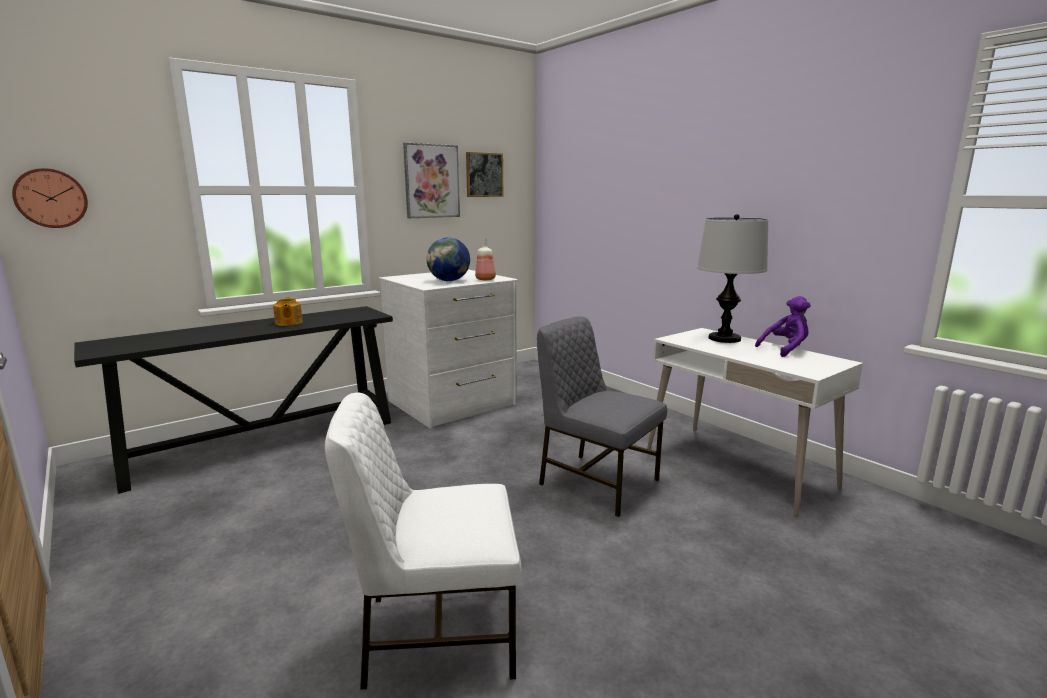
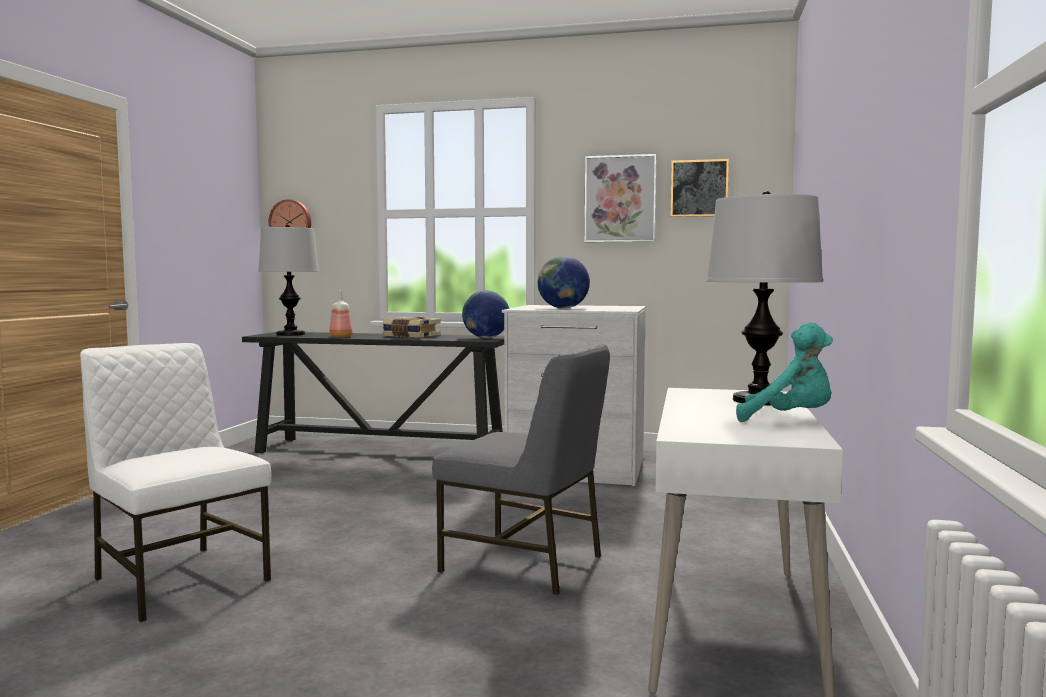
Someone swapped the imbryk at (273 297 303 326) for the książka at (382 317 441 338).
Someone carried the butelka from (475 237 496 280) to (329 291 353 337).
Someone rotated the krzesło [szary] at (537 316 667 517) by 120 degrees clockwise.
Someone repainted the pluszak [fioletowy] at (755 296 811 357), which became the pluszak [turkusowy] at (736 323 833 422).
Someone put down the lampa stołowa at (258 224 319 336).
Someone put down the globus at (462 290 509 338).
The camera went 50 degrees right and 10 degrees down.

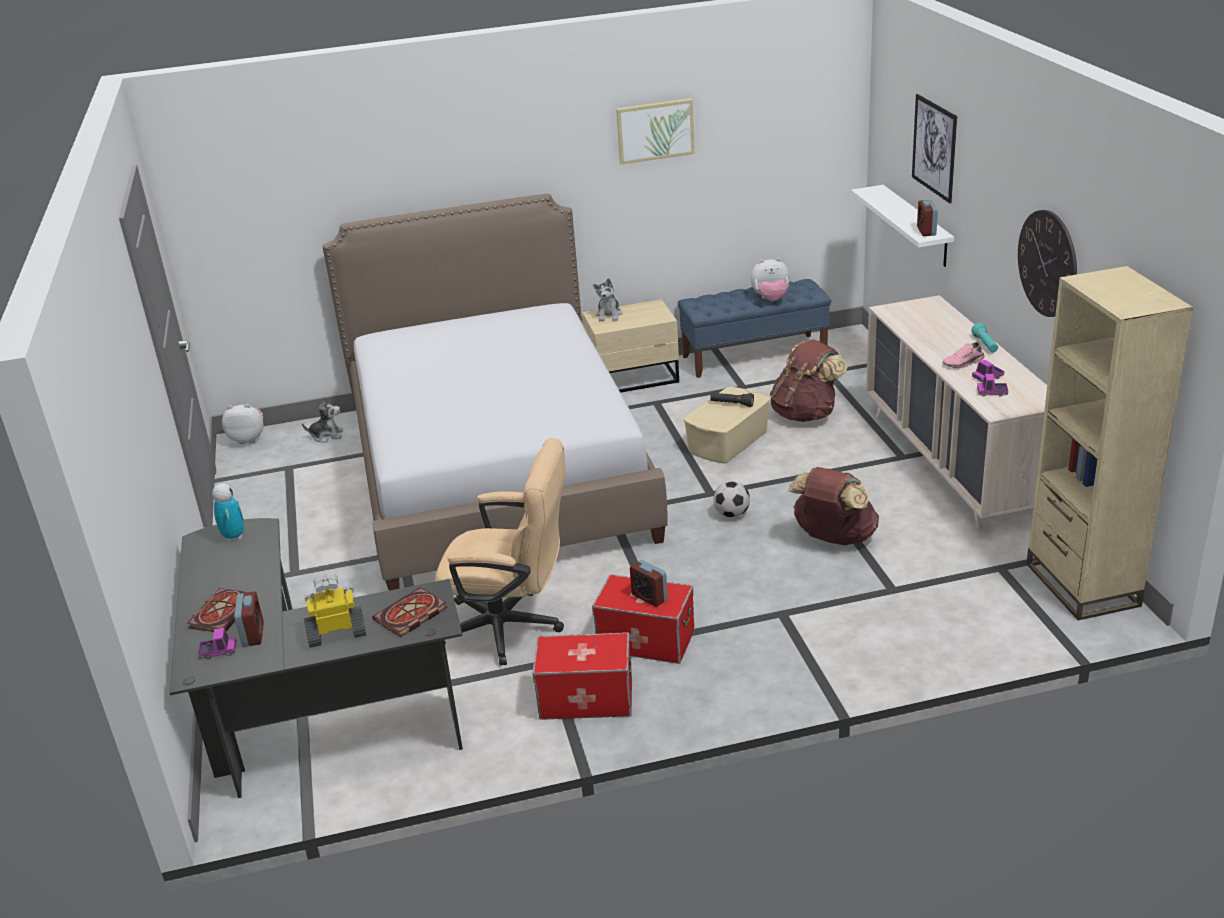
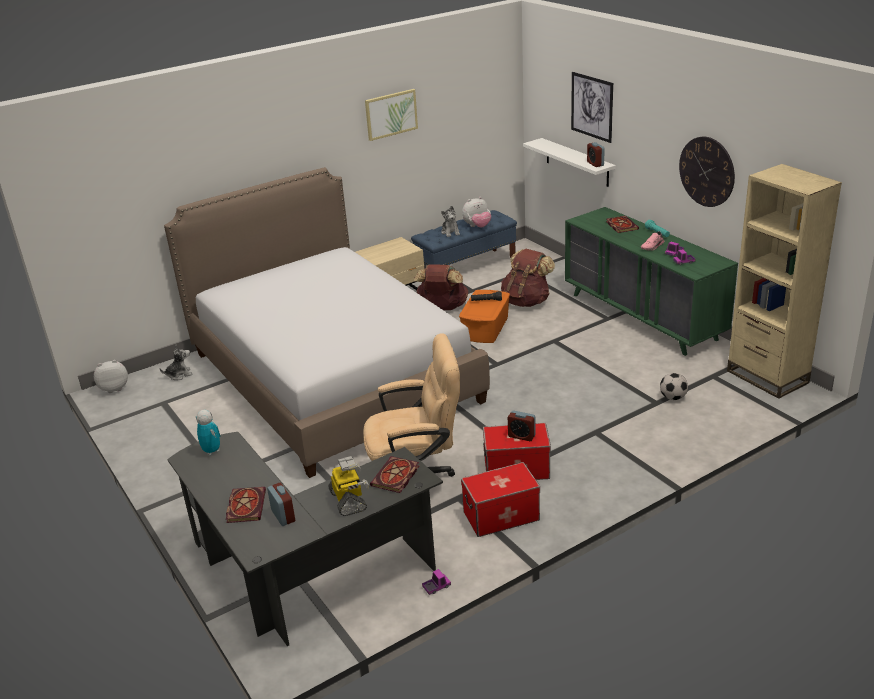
Someone carried the ciężarówka zabawkowa from (198 628 236 659) to (422 569 451 595).
Someone rotated the robot zabawkowy at (304 574 367 648) by 105 degrees clockwise.
Someone carried the pluszak from (593 278 622 321) to (441 206 460 237).
Someone repainted the pojemnik do przechowywania [beżowy] at (684 387 770 463), which became the pojemnik do przechowywania [pomarańczowy] at (459 290 510 343).
Someone carried the piłka futbolowa from (714 481 750 518) to (660 373 688 400).
Someone carried the plecak [brązowy] from (788 467 879 546) to (414 264 468 310).
Someone repainted the komoda [beżowy] at (866 295 1047 530), which became the komoda [zielony] at (565 207 738 356).
Someone put down the książka at (606 216 639 233).
The camera went 20 degrees left and 0 degrees up.

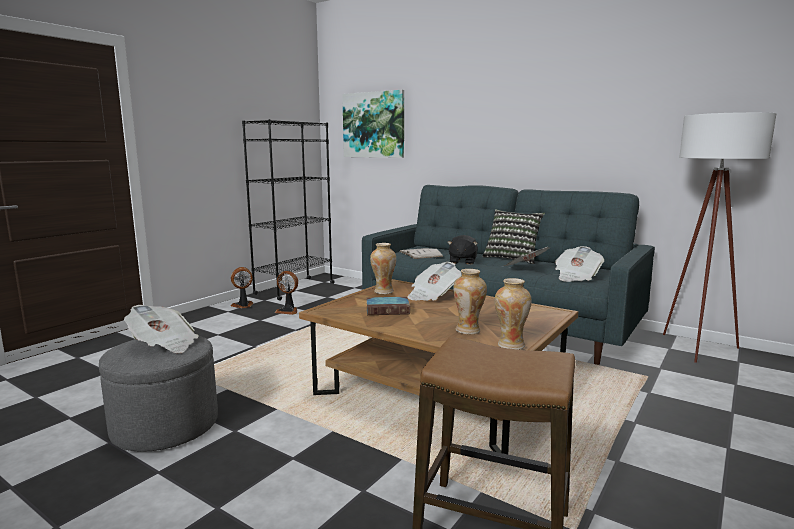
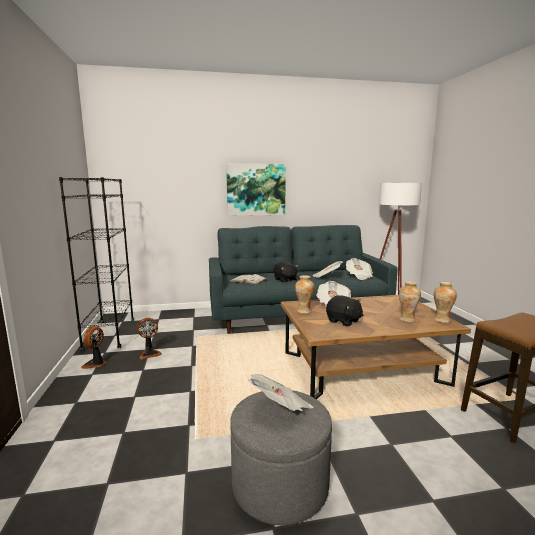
Someone carried the obraz from (342 90 404 158) to (226 163 286 216).
Someone swapped the książka at (367 297 410 315) for the pluszak [czarny] at (326 295 363 326).
Someone took away the poduszka at (482 209 545 264).
The camera went 45 degrees left and 0 degrees up.

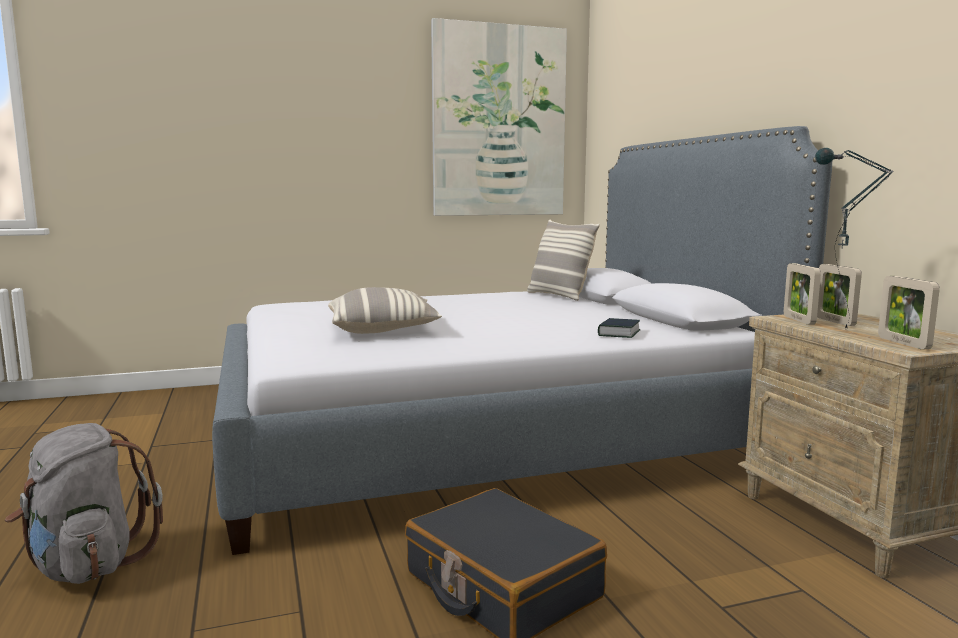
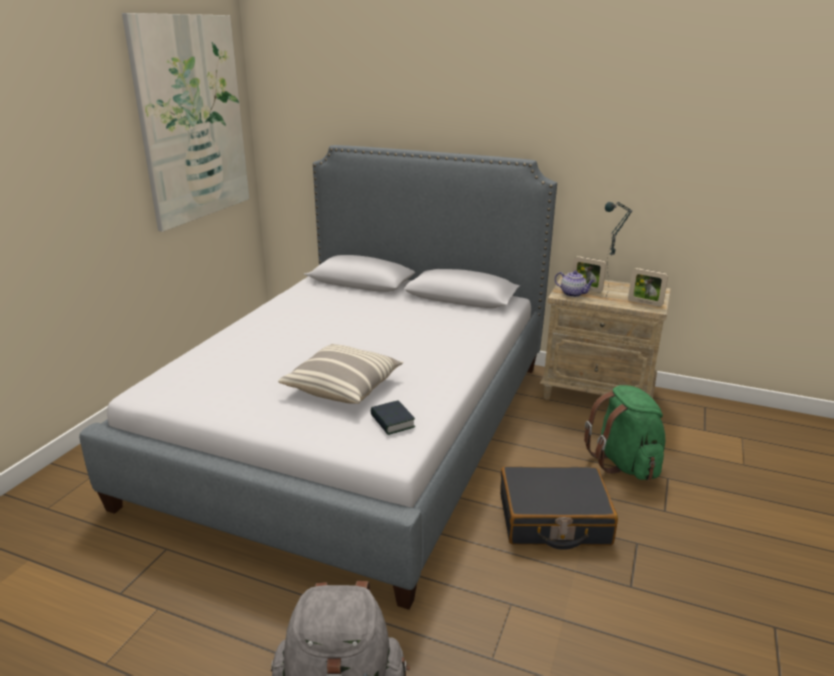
Someone took away the poduszka at (527 220 600 301).
Someone carried the książka from (598 318 640 338) to (371 400 415 435).
Someone swapped the ramka na zdjęcie at (784 263 821 325) for the imbryk at (555 271 595 297).
Someone put down the plecak [zielony] at (584 385 665 480).
The camera went 50 degrees left and 15 degrees up.

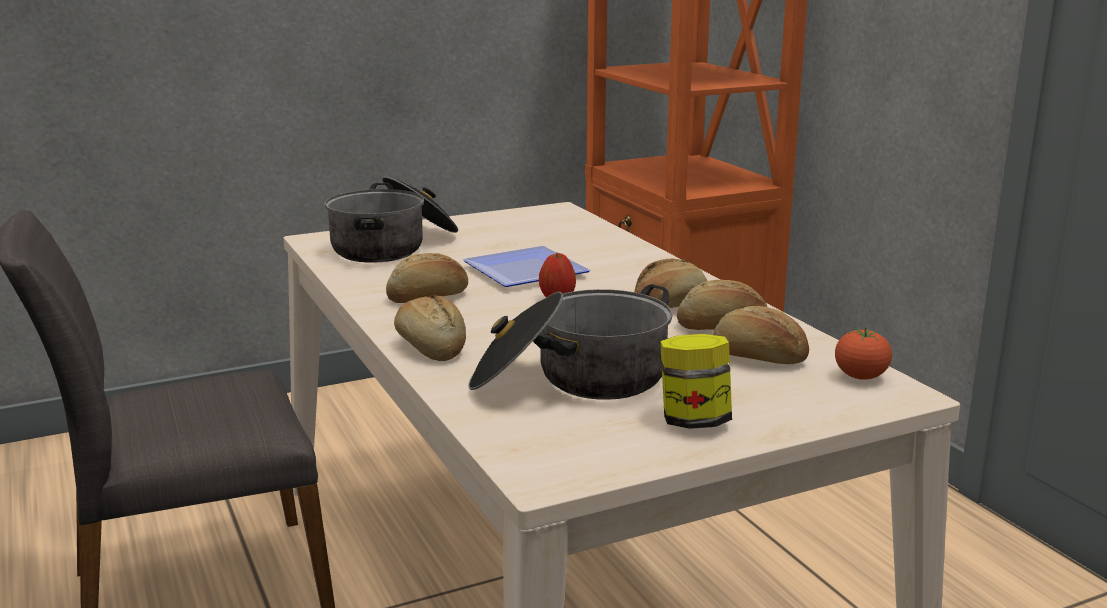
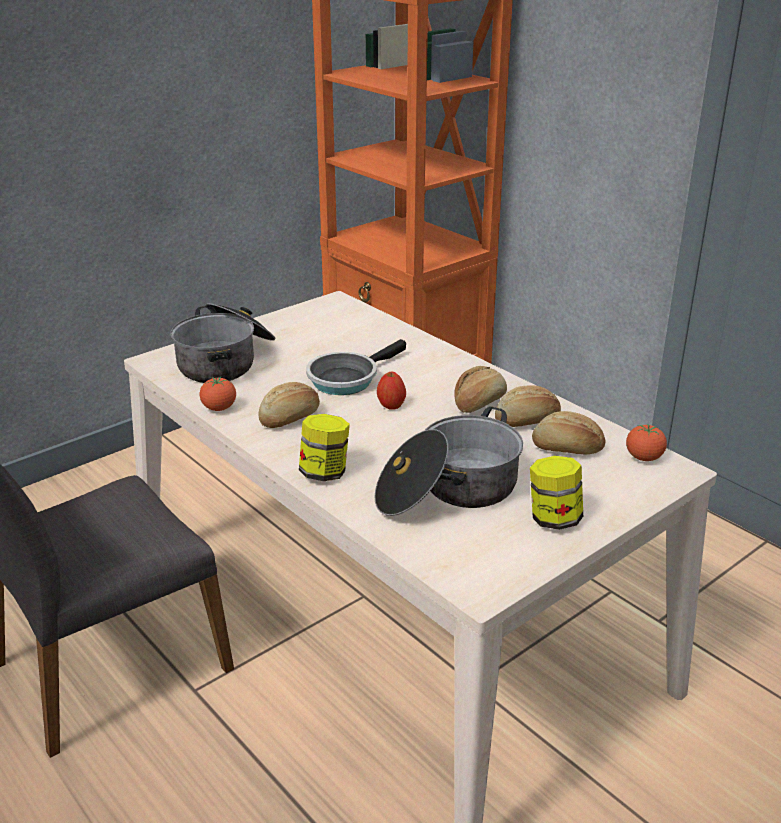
Someone swapped the chleb at (394 294 466 361) for the słoik at (299 414 350 481).
Someone swapped the talerz at (463 246 590 287) for the patelnia at (306 339 406 395).
Someone put down the pomidor at (200 377 236 411).
The camera went 15 degrees left and 10 degrees up.

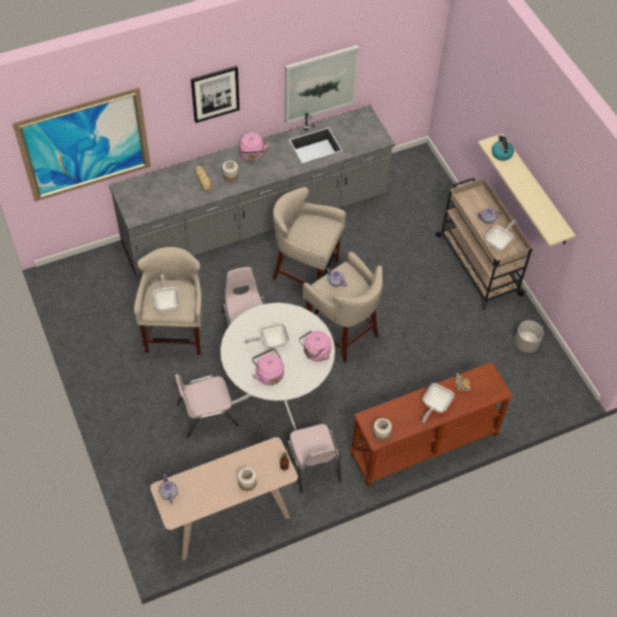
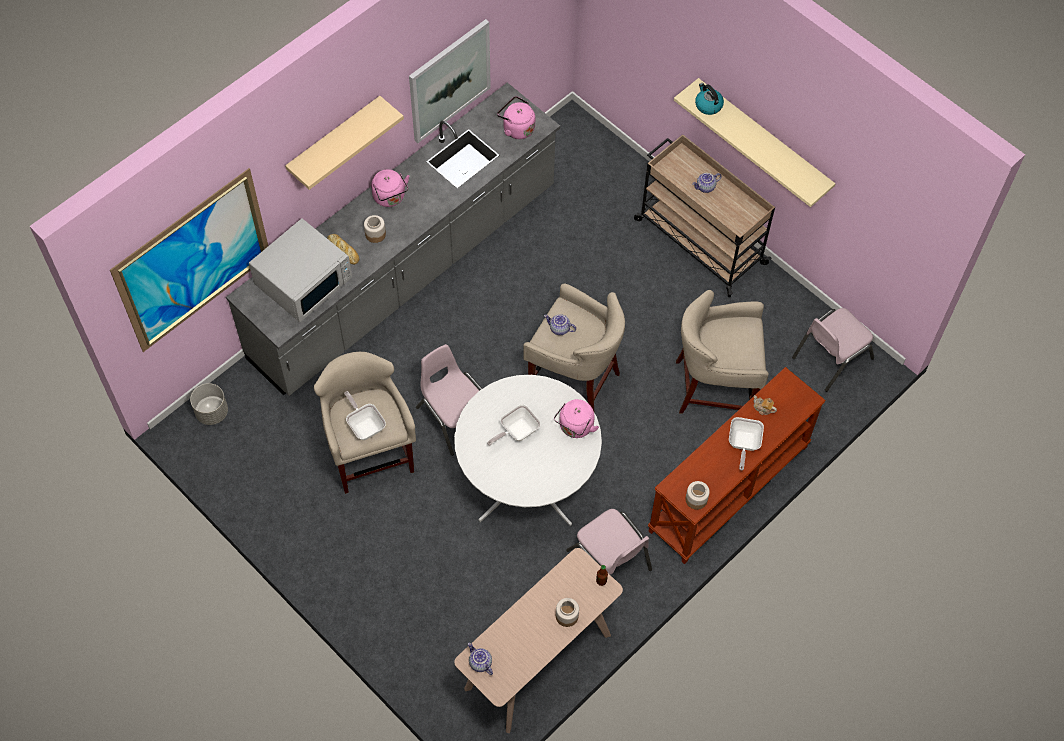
Someone carried the krzesło [różowy] from (175 374 239 438) to (792 308 874 392).
Someone swapped the obraz at (191 66 240 123) for the półka [beżowy] at (285 96 404 190).
Someone carried the czajnik [różowy] from (252 348 284 385) to (497 96 535 139).
Someone carried the stołek [beżowy] from (273 187 346 285) to (676 290 769 414).
Someone took away the patelnia at (485 219 517 251).
Someone carried the donica [szary] from (514 321 544 353) to (190 383 228 425).
Someone put down the mikrofalówka [biały] at (249 218 352 322).
The camera went 20 degrees left and 5 degrees up.

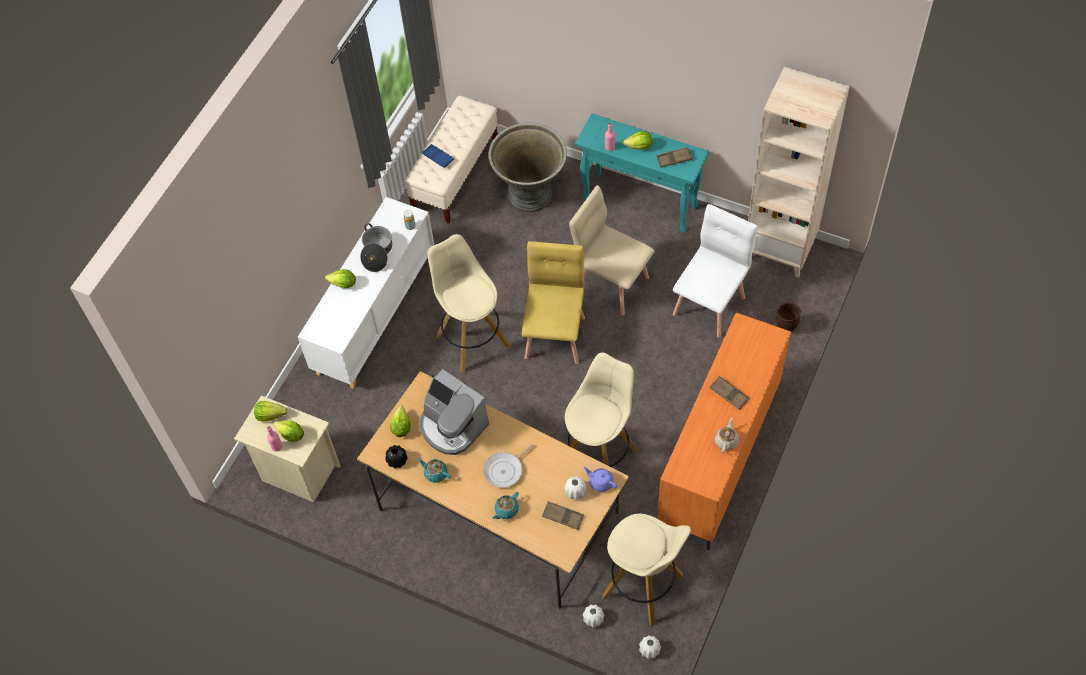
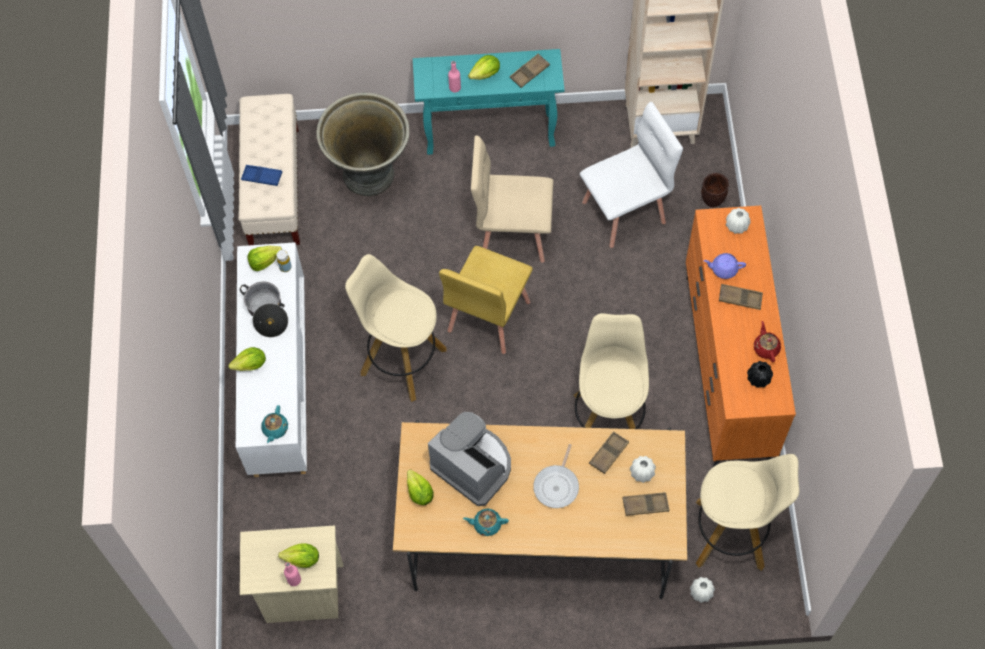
Someone carried the sałata from (254 401 288 421) to (248 246 282 271).
Someone carried the wazon [czarny] from (385 445 407 468) to (747 361 773 388).
Someone rotated the ekspres do kawy at (420 369 489 455) by 150 degrees counterclockwise.
Someone carried the imbryk [turkusowy] from (493 491 519 519) to (261 405 288 443).
Someone rotated the krzesło [żółty] at (522 241 585 364) by 135 degrees counterclockwise.
Someone carried the imbryk [fioletowy] from (583 467 617 492) to (703 253 746 279).
Someone carried the wazon [biały] from (639 635 661 659) to (726 208 750 234).
Someone rotated the krzesło [biały] at (673 204 757 337) by 60 degrees clockwise.
Someone repainted the imbryk [beżowy] at (715 417 739 453), which became the imbryk [czerwony] at (754 321 781 362).
Someone put down the taca [brązowy] at (589 431 629 474).
The camera went 30 degrees left and 5 degrees up.

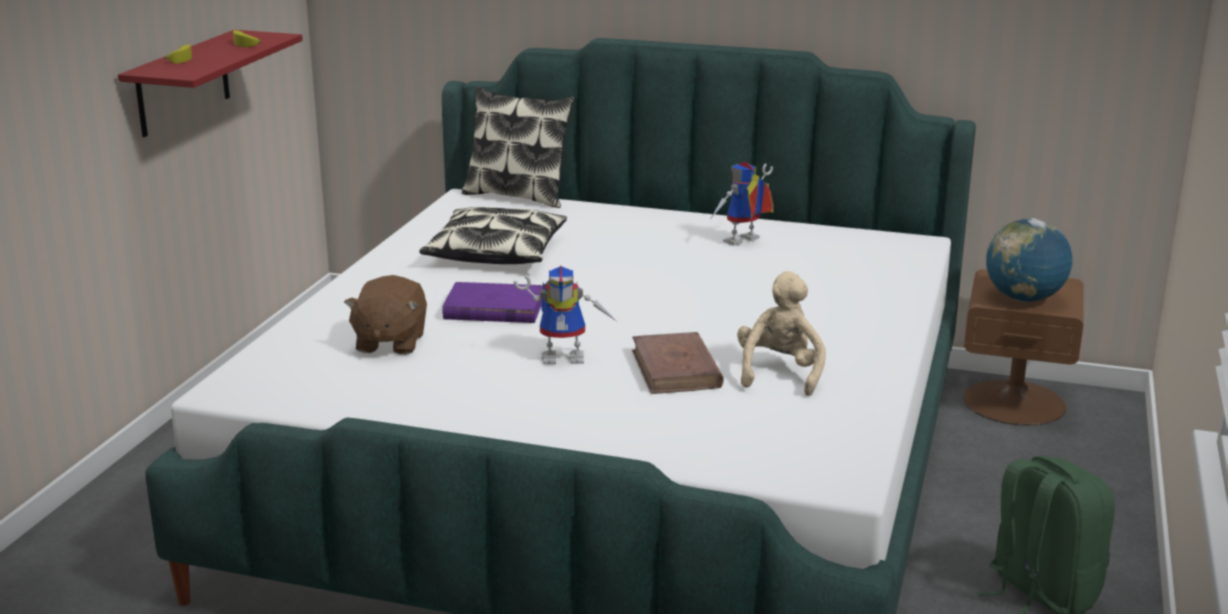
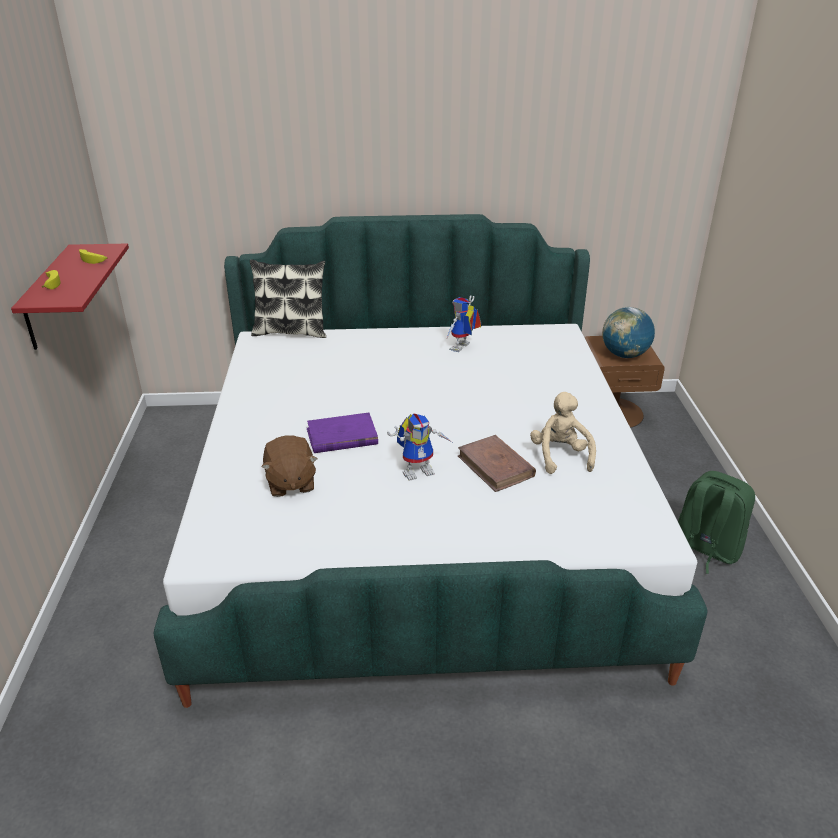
Someone took away the poduszka at (419 207 567 264).
The camera went 20 degrees left and 10 degrees up.

